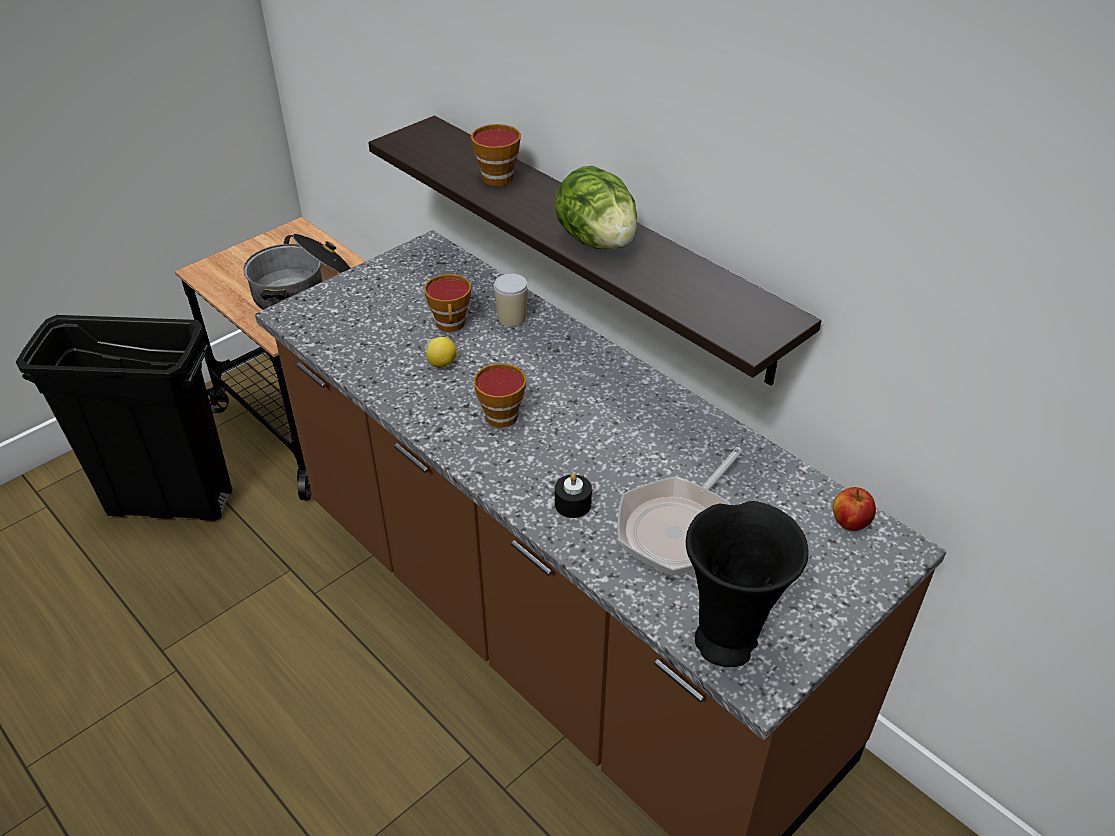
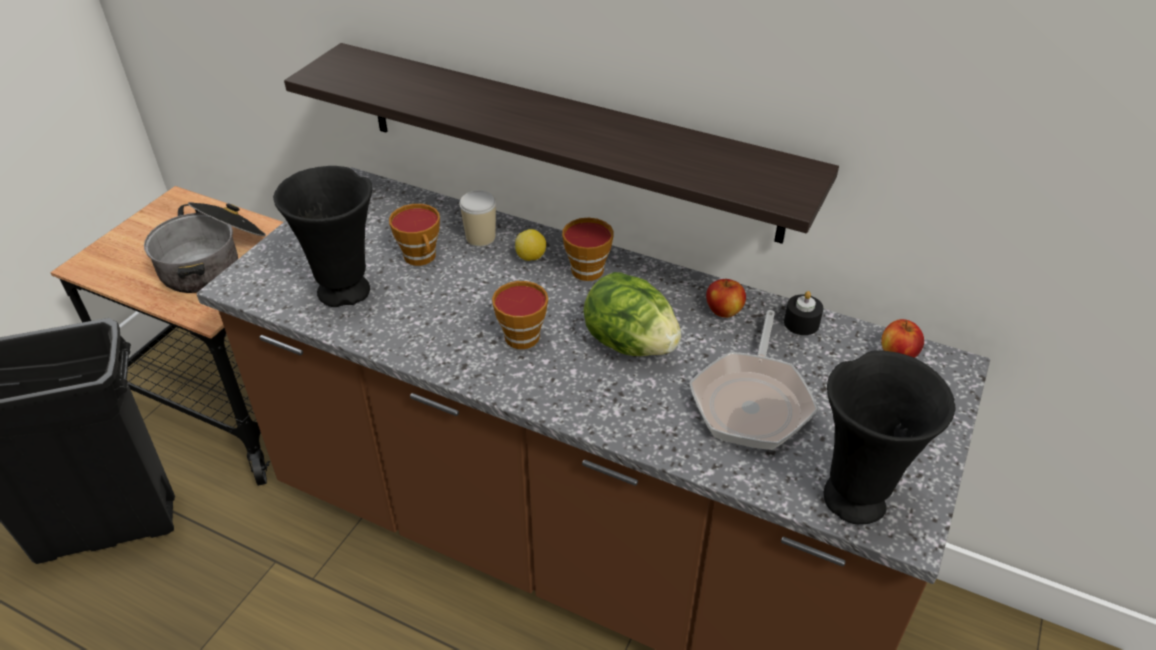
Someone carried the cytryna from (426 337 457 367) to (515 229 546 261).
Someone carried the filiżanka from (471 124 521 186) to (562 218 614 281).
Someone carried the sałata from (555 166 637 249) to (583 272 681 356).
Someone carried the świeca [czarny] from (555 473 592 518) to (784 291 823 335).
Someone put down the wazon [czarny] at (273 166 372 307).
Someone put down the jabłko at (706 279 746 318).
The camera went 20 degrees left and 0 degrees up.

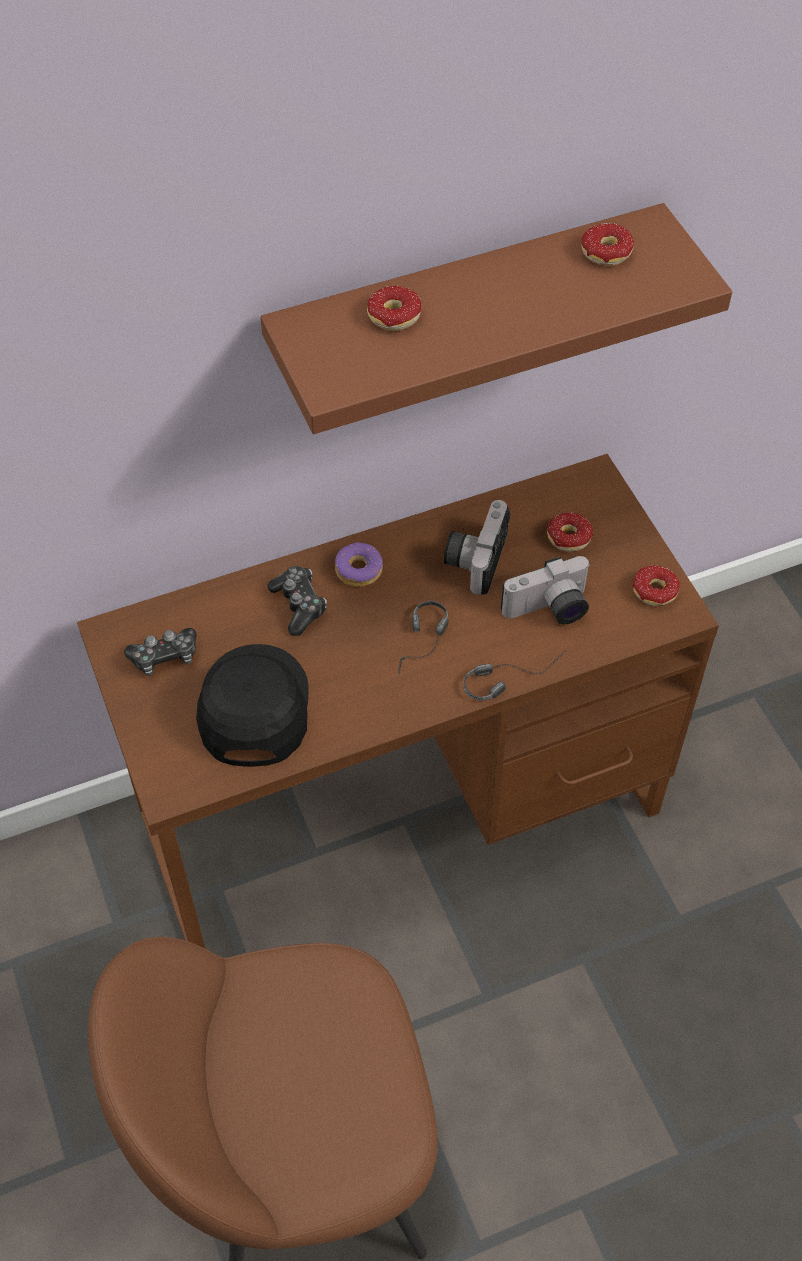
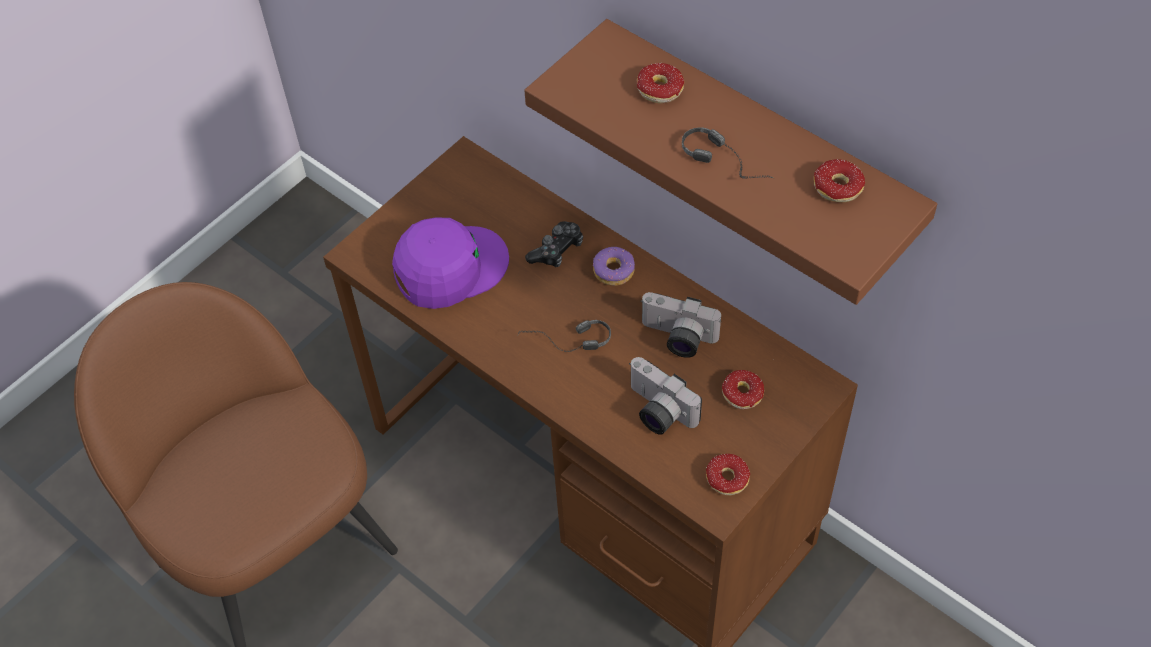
Someone took away the pad do gier at (124 628 197 676).
Someone repainted the czapka z daszkiem [czarny] at (196 644 309 767), which became the czapka z daszkiem [fioletowy] at (392 217 509 309).
Someone rotated the aparat fotograficzny at (444 500 511 595) by 150 degrees counterclockwise.
Someone carried the słuchawki from (463 650 567 701) to (682 127 773 179).
The camera went 65 degrees right and 0 degrees up.

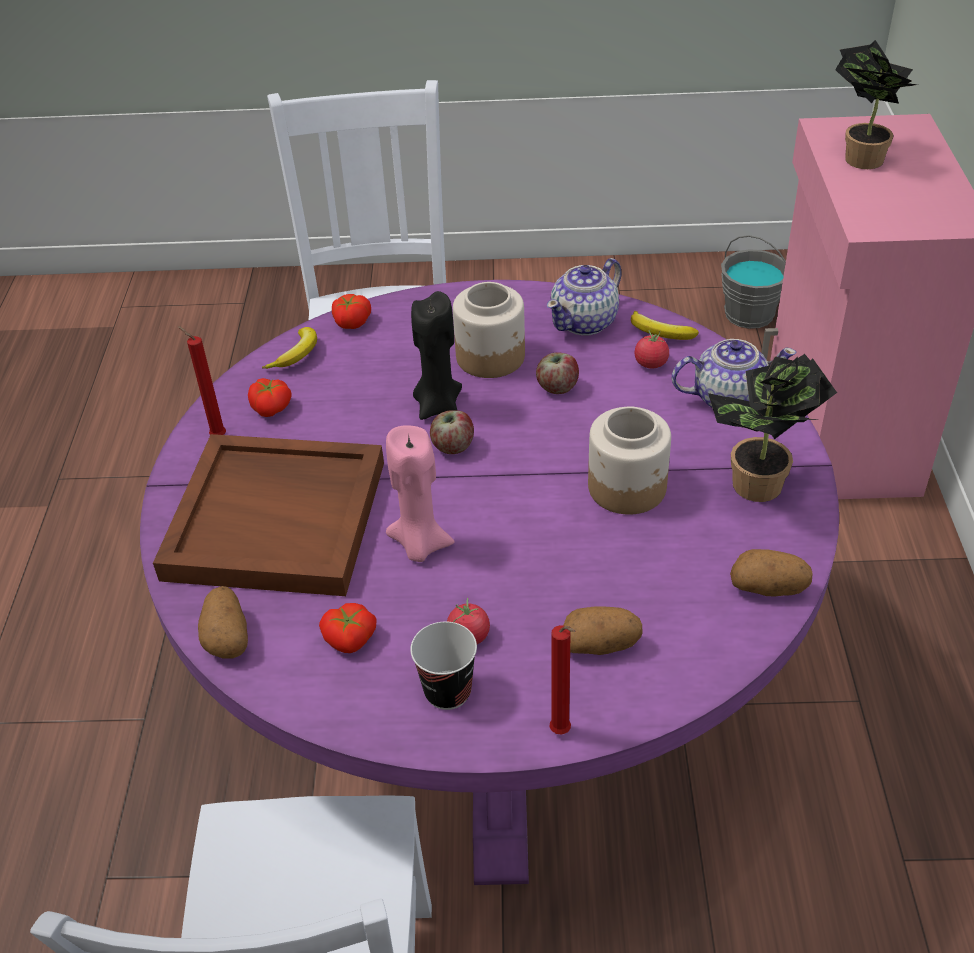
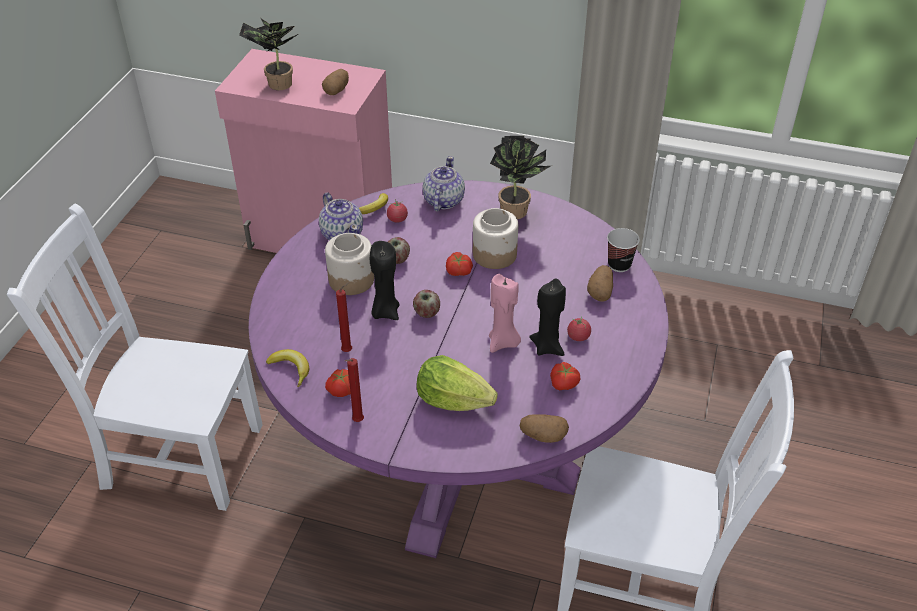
Someone swapped the taca [brązowy] at (153 434 384 596) for the sałata at (417 355 498 411).
Someone carried the pomidor from (332 294 371 329) to (446 252 473 276).
Someone carried the filiżanka from (410 622 477 710) to (607 228 640 272).
Someone carried the świeca [czerwony] from (549 625 576 734) to (336 282 352 352).
Someone took away the wiadro [szary] at (721 235 786 329).
Someone carried the ziemniak from (730 549 813 596) to (322 69 349 95).
Someone put down the świeca [czarny] at (529 279 566 356).
The camera went 75 degrees left and 0 degrees up.

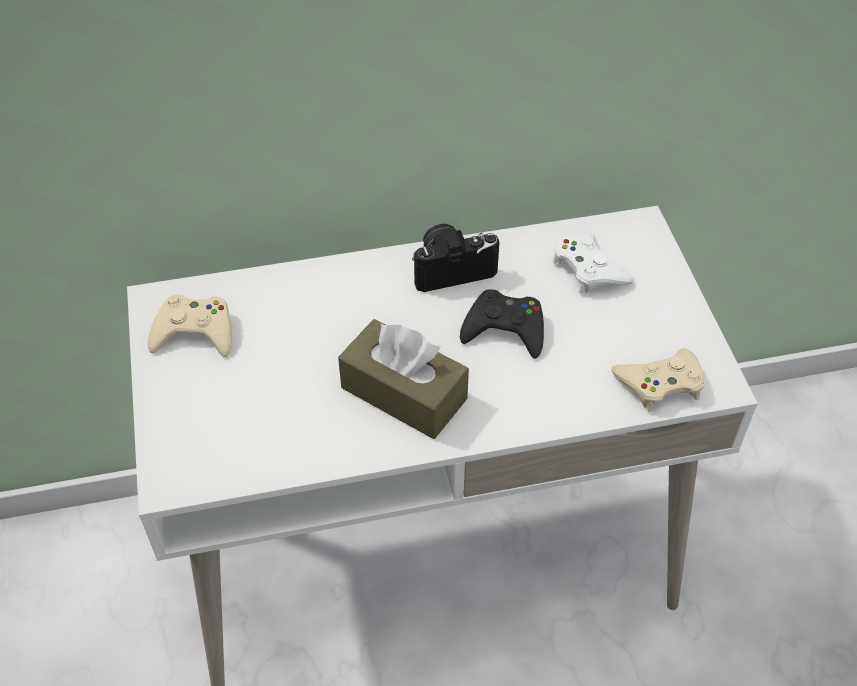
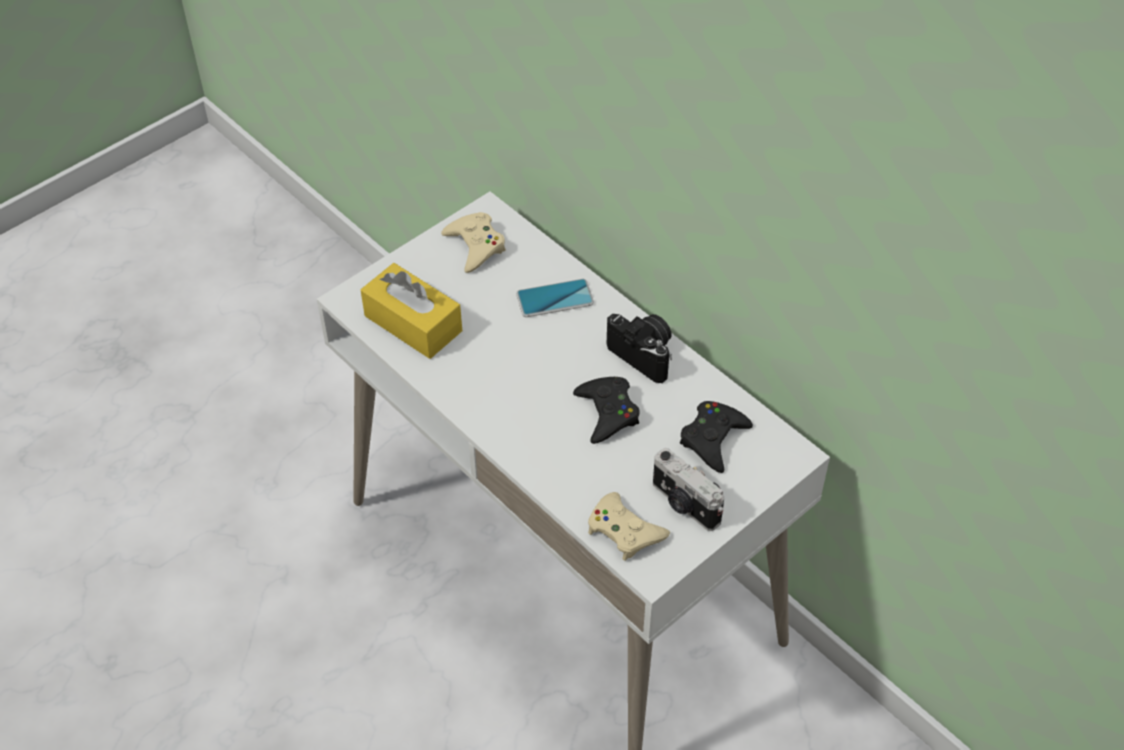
Someone took away the pudełko chusteczek [brązowy] at (338 319 469 439).
Someone repainted the pad do gier [biały] at (553 232 635 294), which became the pad do gier [czarny] at (680 401 753 473).
Someone put down the pudełko chusteczek [żółty] at (361 263 462 359).
Someone put down the telefon at (516 279 594 317).
Someone put down the aparat fotograficzny at (653 448 724 531).
The camera went 60 degrees right and 0 degrees up.

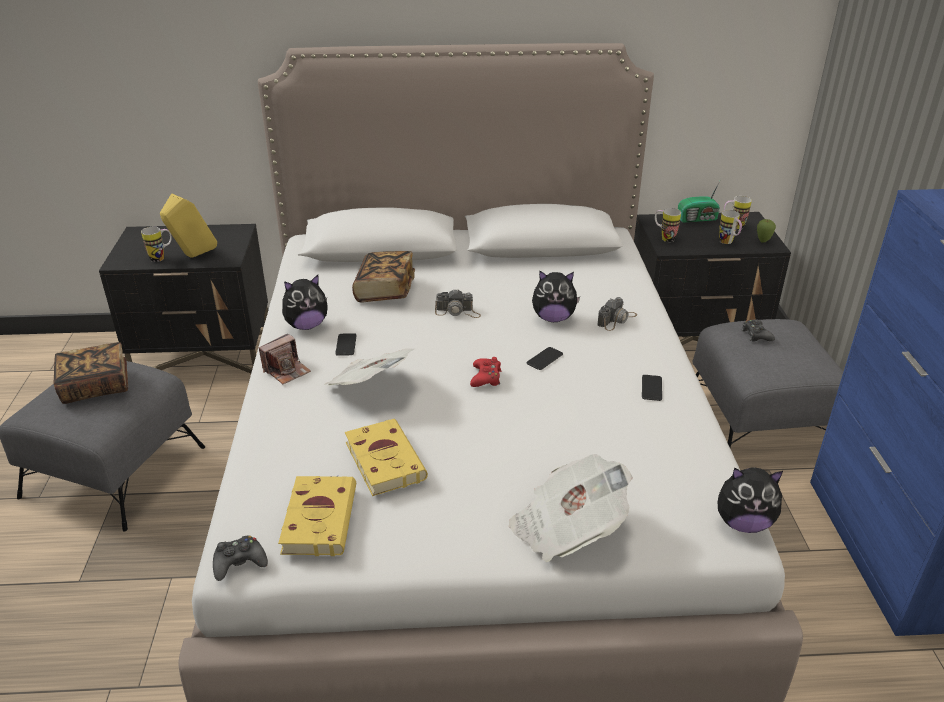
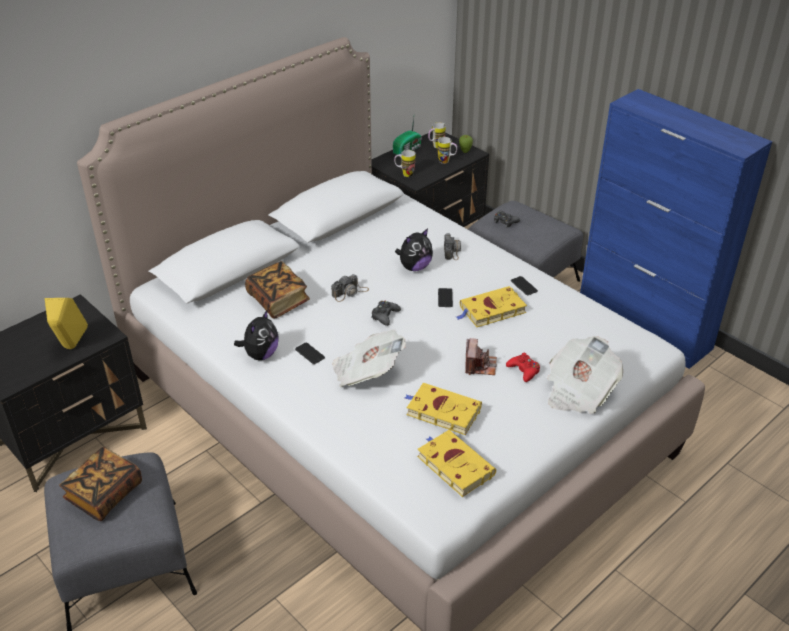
Someone took away the kubek at (141 227 172 262).
Someone carried the pad do gier [czarny] from (213 536 268 581) to (372 300 401 326).
Someone carried the aparat fotograficzny from (259 334 311 384) to (465 338 497 375).
Someone carried the pad do gier [czerwony] from (470 357 501 387) to (506 353 540 382).
Someone took away the pluszak at (718 467 783 533).
Someone put down the książka [żółty] at (456 286 527 327).
The camera went 40 degrees left and 5 degrees up.

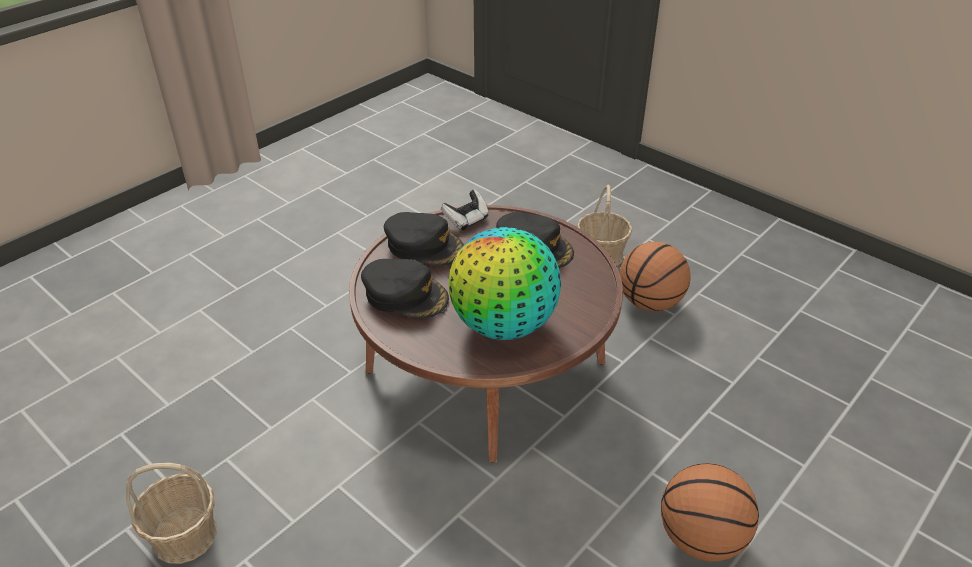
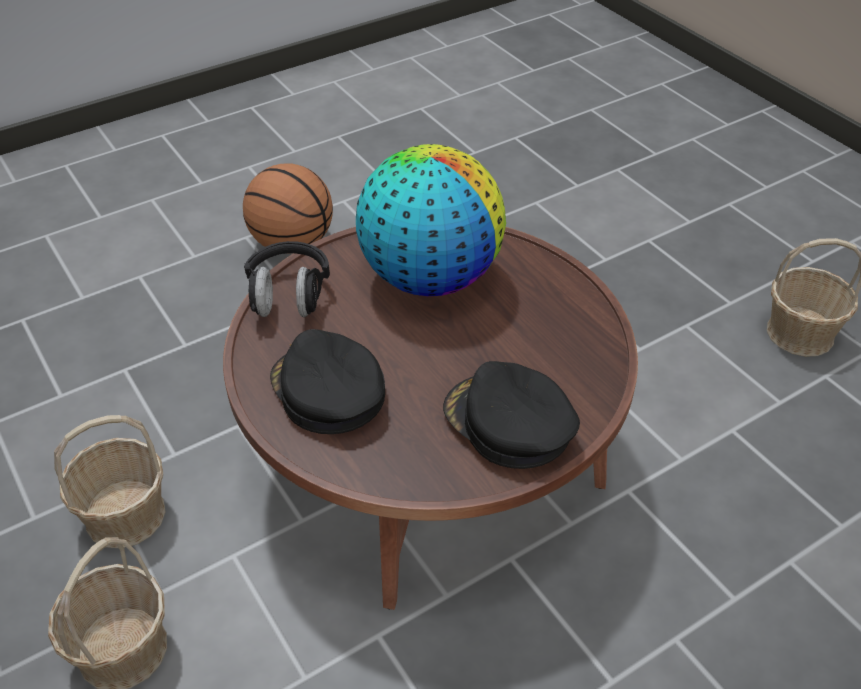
Someone took away the czapka z daszkiem [czarny] at (361 259 449 318).
Someone took away the pad do gier at (441 190 489 230).
Someone swapped the piłka do koszykówki at (619 242 691 311) for the koszyk at (54 415 166 548).
Someone put down the słuchawki [czarny] at (244 241 330 317).
The camera went 165 degrees left and 5 degrees up.

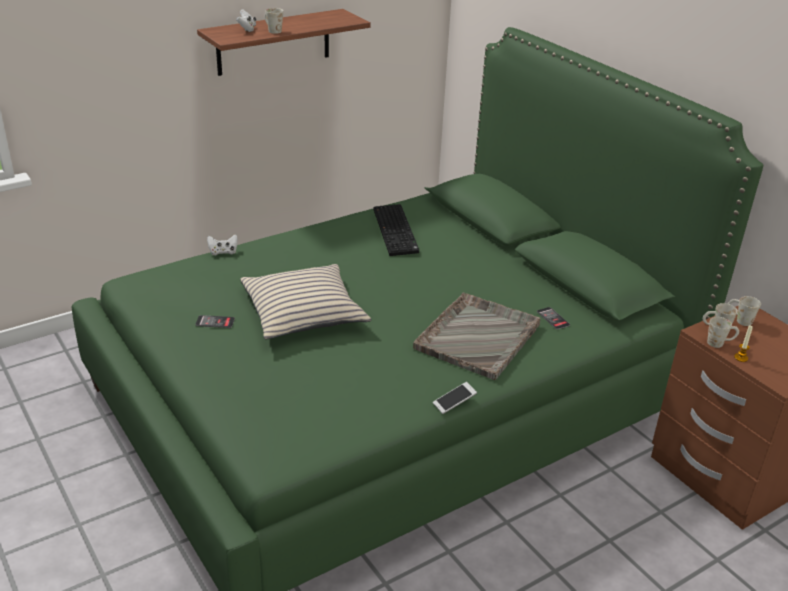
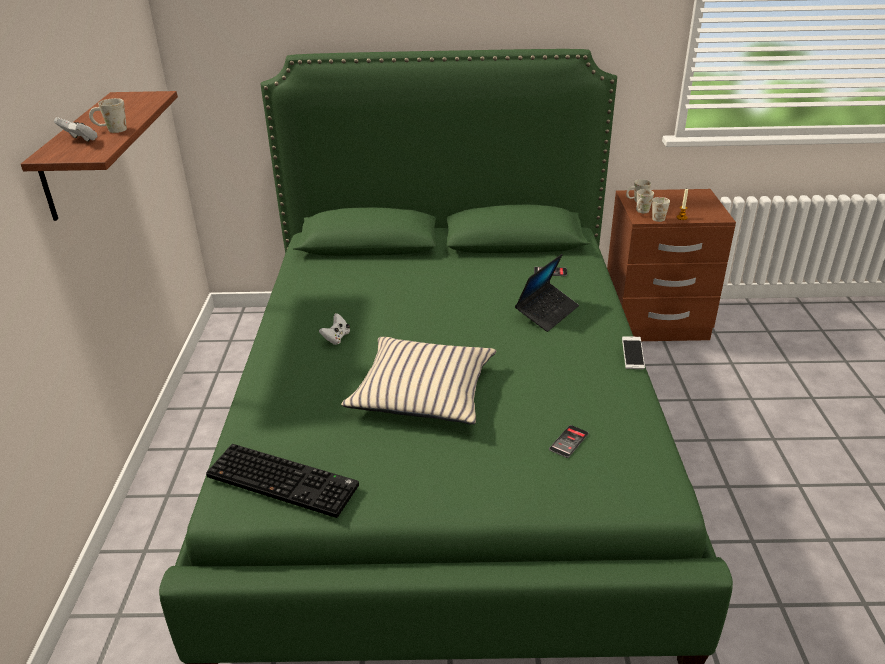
Someone carried the telefon from (196 315 235 328) to (549 425 588 458).
Someone carried the pad do gier [biały] from (207 234 238 255) to (319 313 350 345).
Someone carried the klawiatura from (374 204 419 256) to (206 444 359 518).
Someone swapped the taca [szary] at (413 292 541 380) for the laptop at (515 254 579 332).
The camera went 55 degrees left and 0 degrees up.

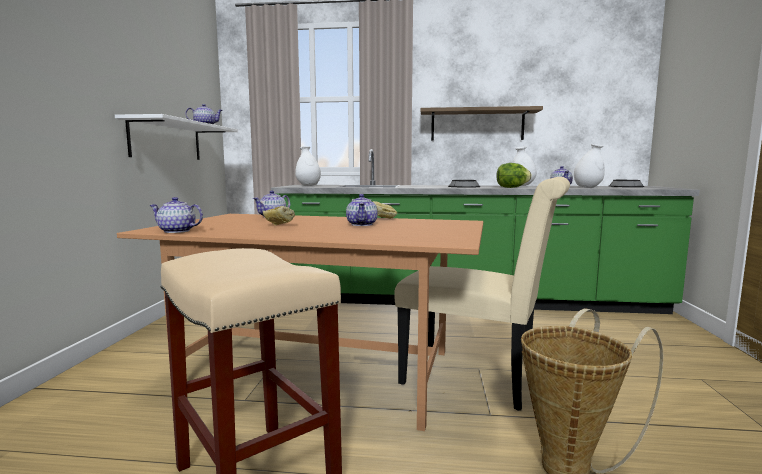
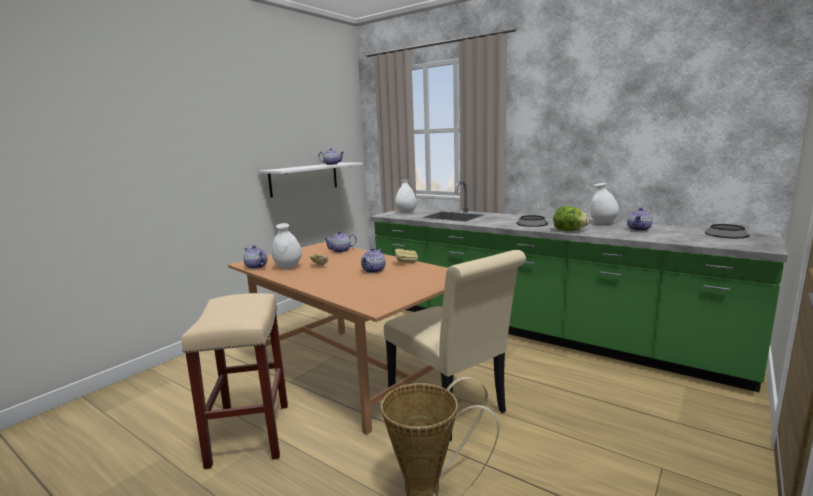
Someone took away the półka at (420 106 543 141).
Someone carried the wazon [biały] from (574 144 605 188) to (272 223 302 269).
The camera went 30 degrees right and 5 degrees up.

